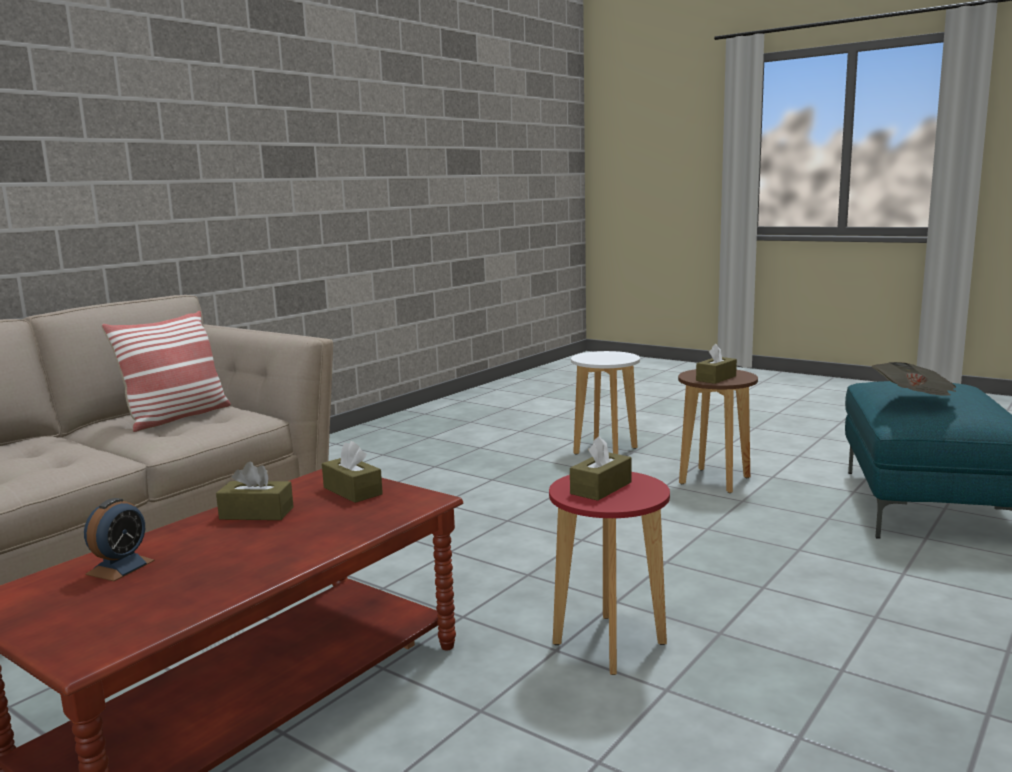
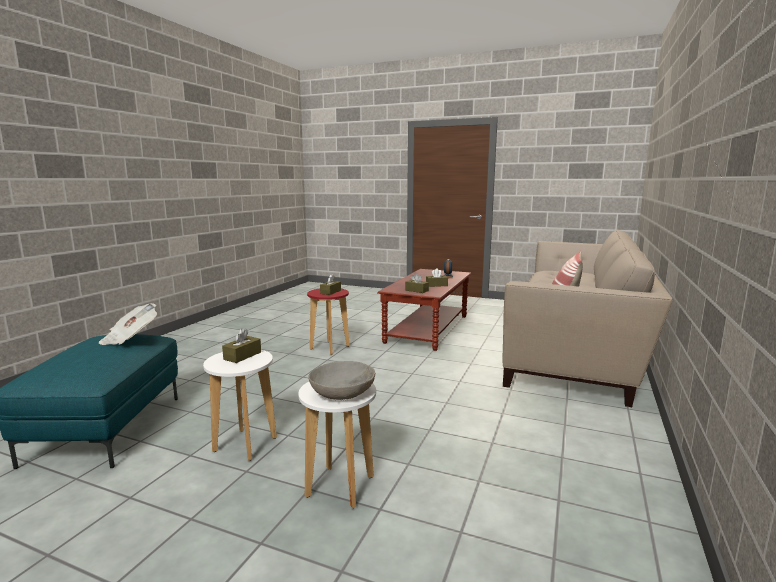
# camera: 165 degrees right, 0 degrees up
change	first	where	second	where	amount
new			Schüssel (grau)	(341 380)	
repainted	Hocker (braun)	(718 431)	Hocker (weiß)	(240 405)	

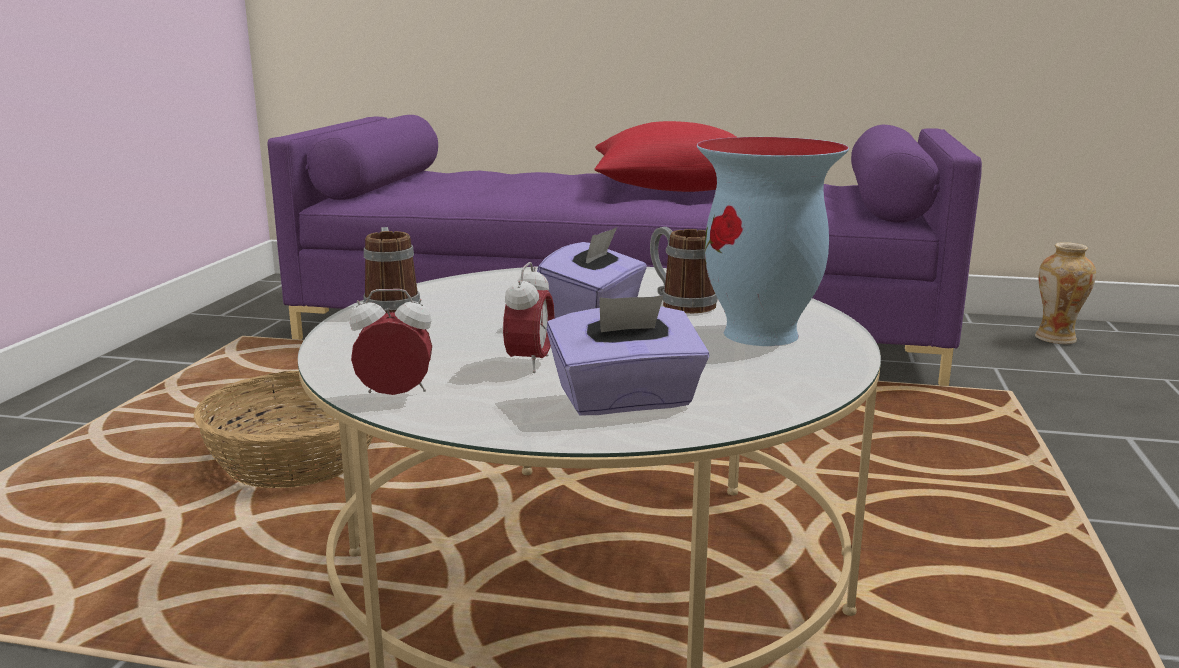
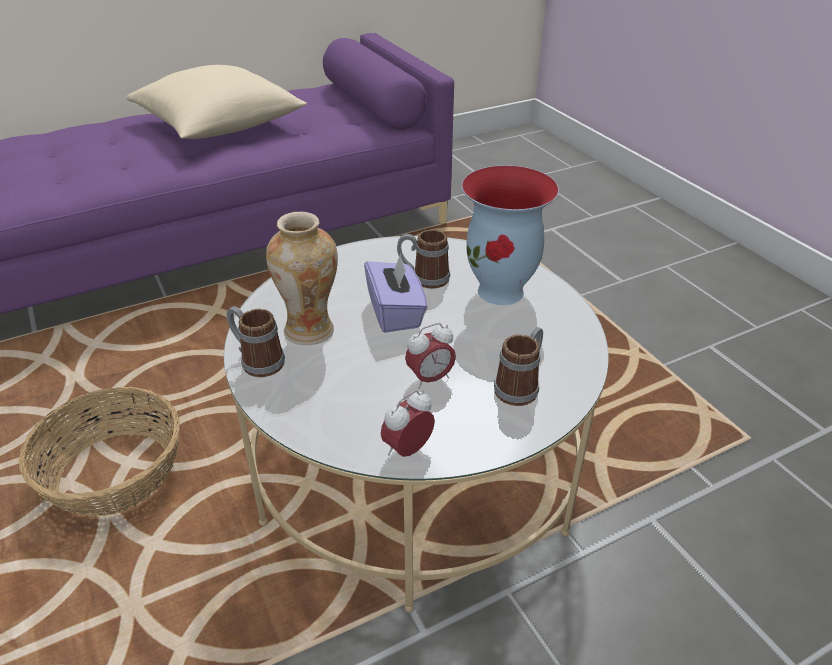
# camera: 40 degrees left, 20 degrees up
change	first	where	second	where	amount
shifted	Vase	(1065 293)		(302 278)	
swapped	Taschentuchbox (lila)	(628 355)	Henkelbecher	(518 366)	
repainted	Kissen (rot)	(665 156)	Kissen (beige)	(216 102)	
rotated	Wecker	(529 317)		(430 356)	90 degrees clockwise

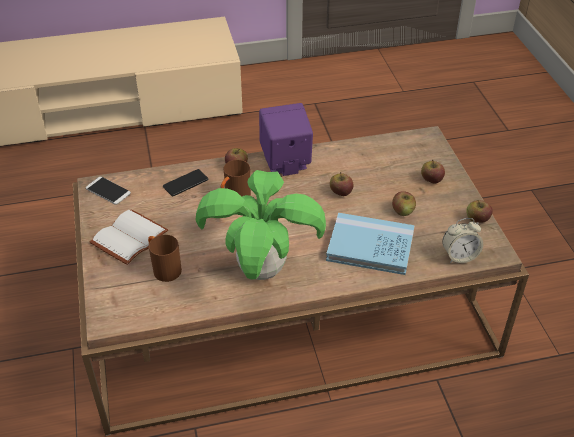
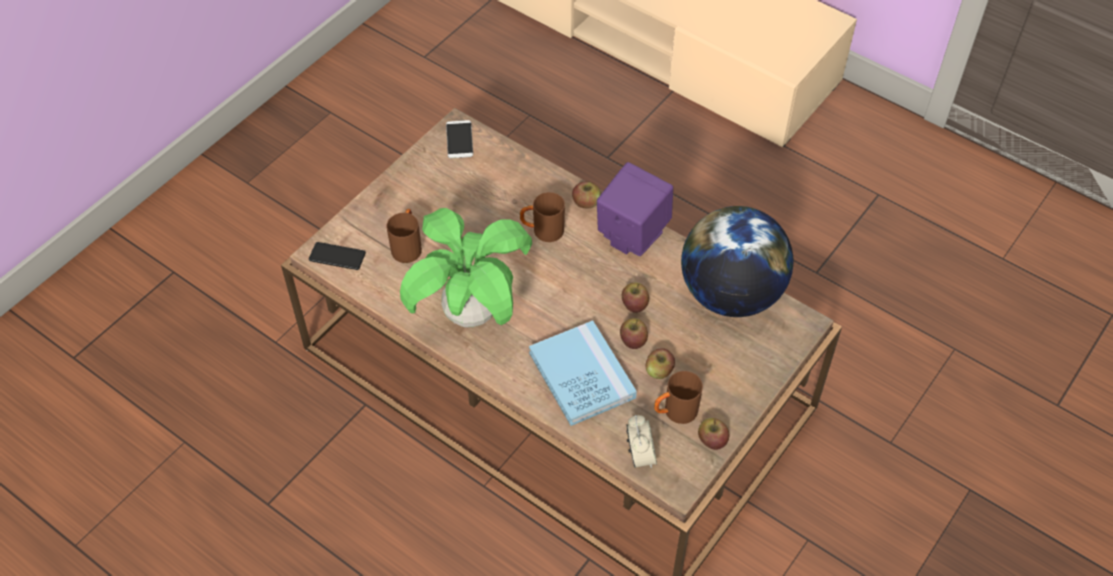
# camera: 50 degrees right, 10 degrees up
change	first	where	second	where	amount
gone	Buch (weiß)	(129 237)			
new			Henkelbecher (braun)	(678 397)	
new			Globus	(737 261)	
shifted	Handy	(185 182)		(337 256)	
shifted	Apfel	(433 171)		(634 333)	
rotated	Wecker	(462 240)		(641 442)	135 degrees counterclockwise

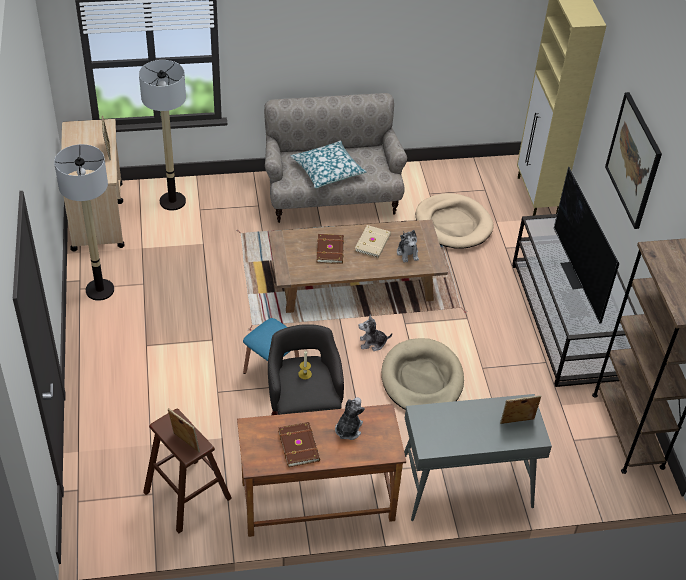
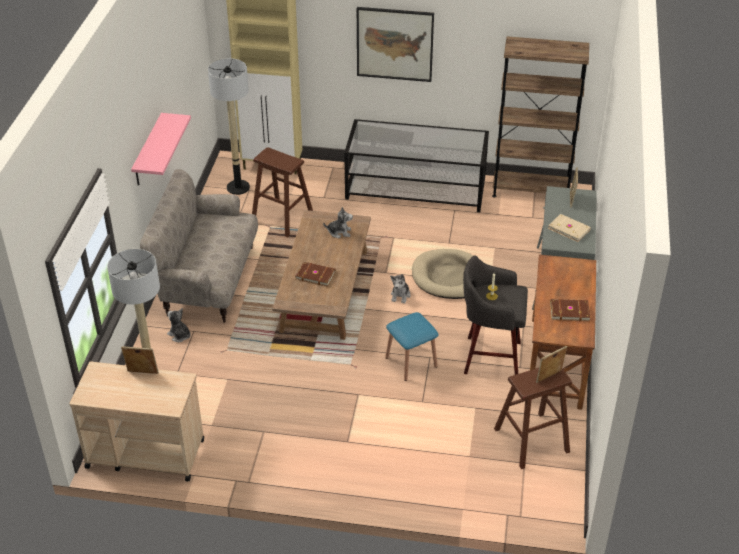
# camera: 70 degrees left, 5 degrees down
change	first	where	second	where	amount
gone	Kissen	(329 165)			
gone	Fernseher	(586 245)			
new			Wandregal (rosa)	(161 149)	
shifted	Stehlampe	(84 222)		(229 126)	
shifted	Plüschtier	(350 418)		(179 325)	
shifted	Buch (beige)	(372 241)		(569 228)	
swapped	Hundebett (beige)	(454 221)	Hocker (braun)	(282 192)	

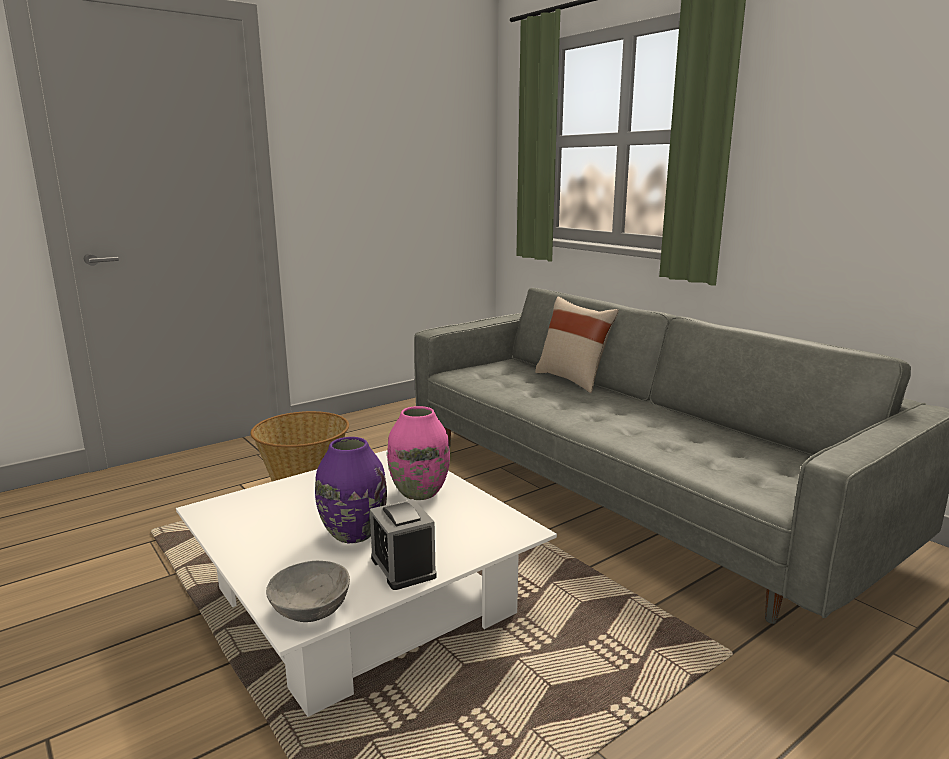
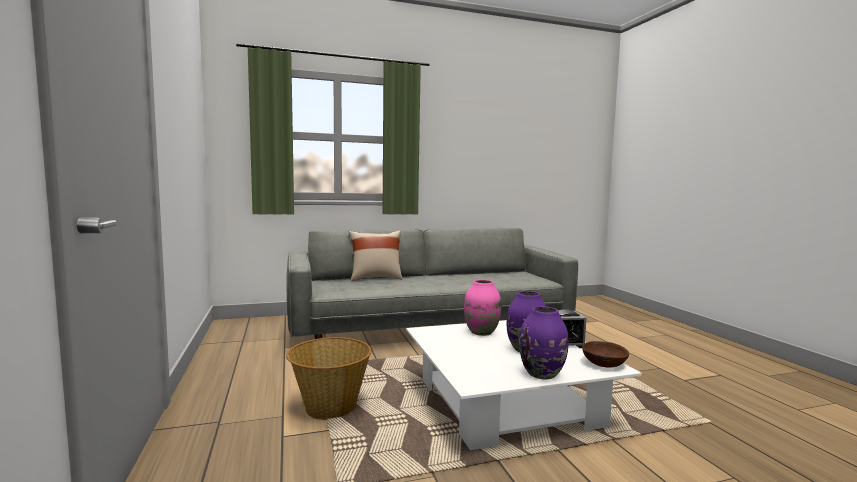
# camera: 70 degrees left, 10 degrees down
change	first	where	second	where	amount
new			Vase (lila)	(543 343)	
repainted	Schüssel (grau)	(308 591)	Schüssel (braun)	(605 354)	

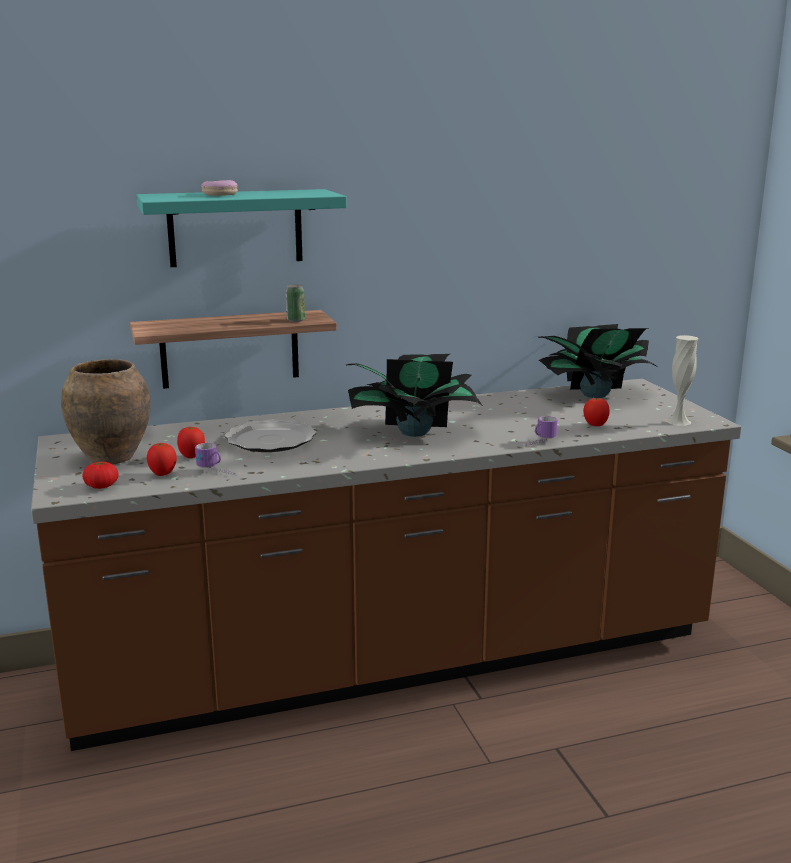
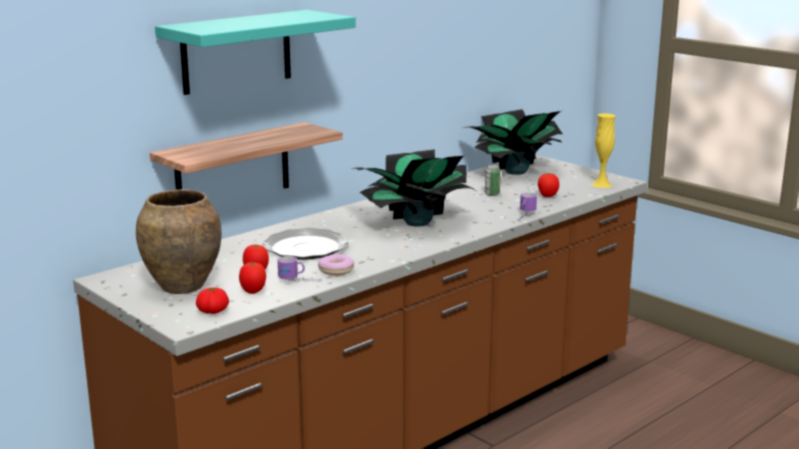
# camera: 25 degrees left, 0 degrees up
change	first	where	second	where	amount
shifted	Donut	(219 188)		(336 264)	
shifted	Dose	(295 303)		(493 180)	
repainted	Vase (weiß)	(682 380)	Vase (gelb)	(604 151)	

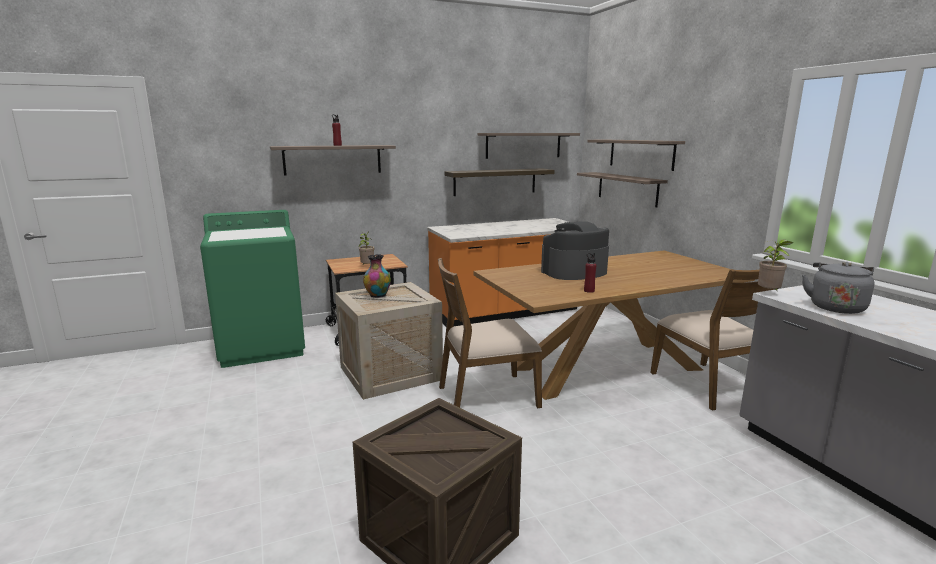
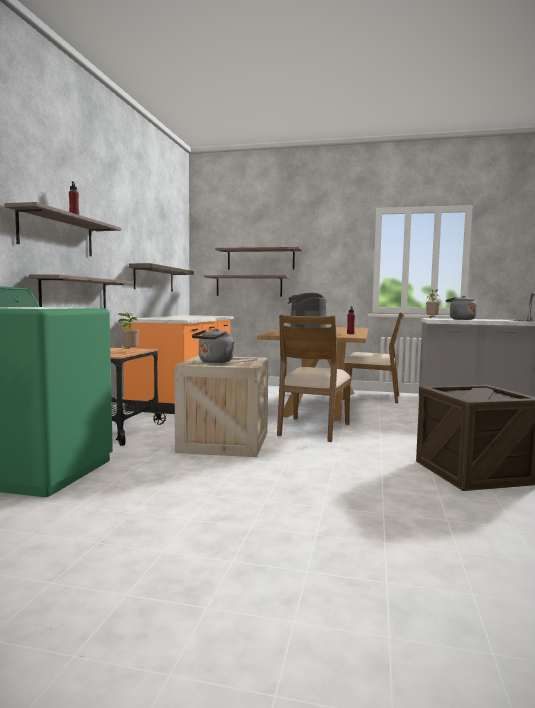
# camera: 55 degrees left, 10 degrees down
change	first	where	second	where	amount
shifted	Wandregal	(528 146)		(81 291)	
swapped	Vase	(377 276)	Wasserkessel (grau)	(213 345)	

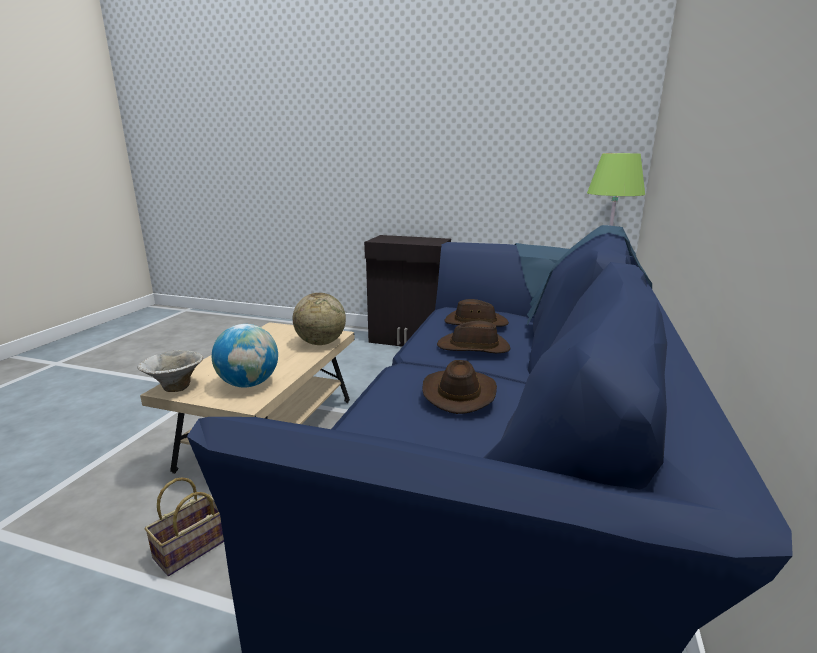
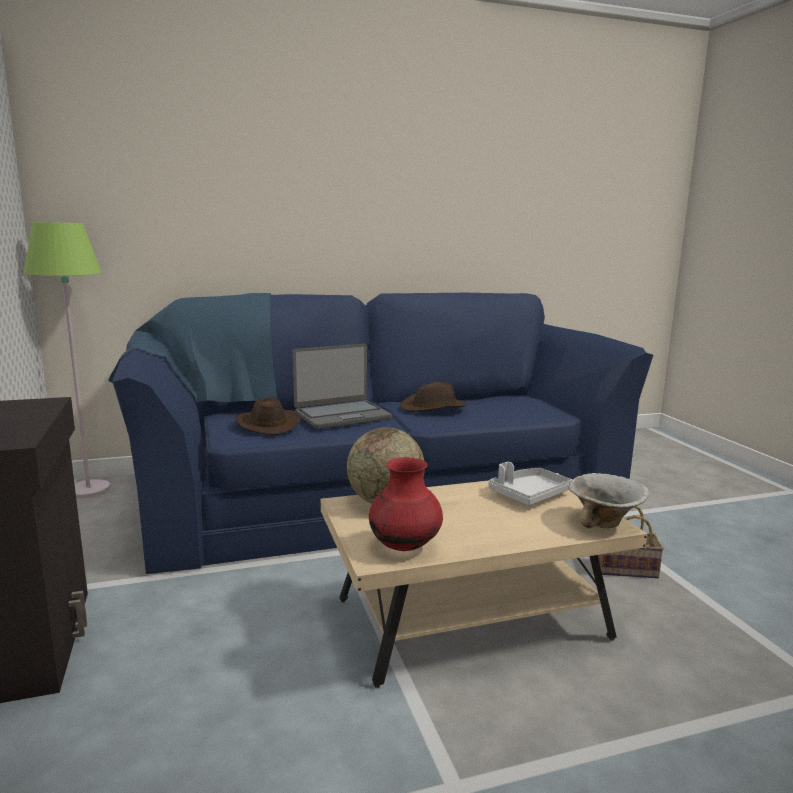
# camera: 125 degrees left, 5 degrees down
change	first	where	second	where	amount
new			Vase (rot)	(406 504)	
swapped	Globus	(245 355)	Tablett (grau)	(530 483)	
swapped	Hut (braun)	(473 337)	Laptop	(342 386)	

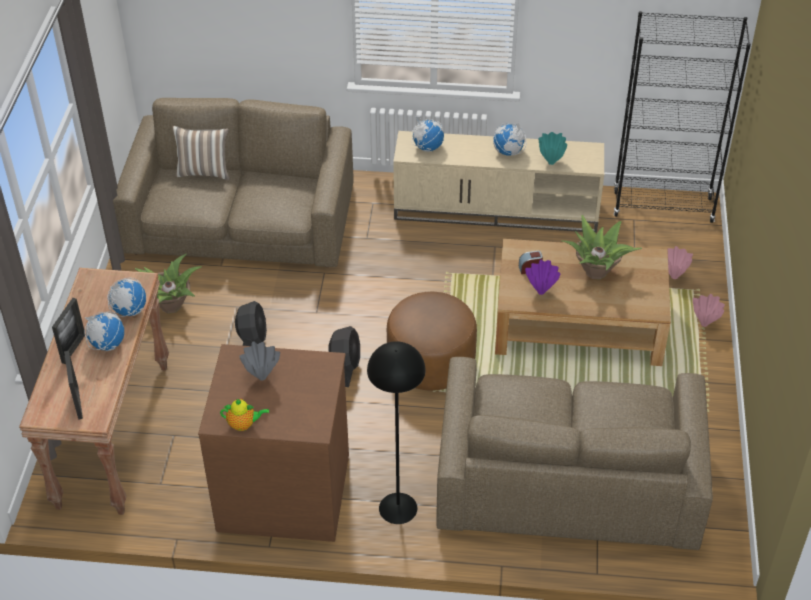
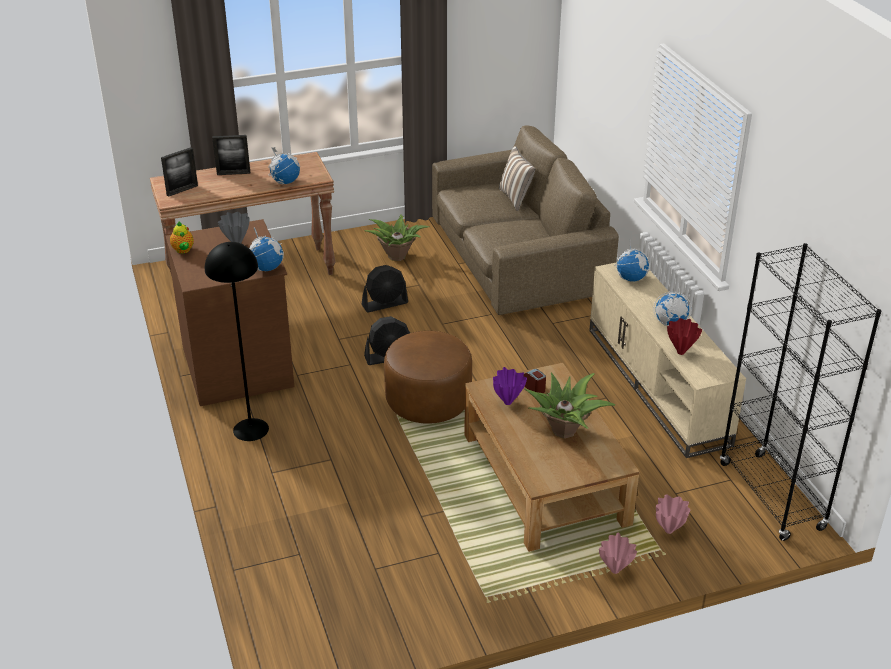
# camera: 65 degrees right, 10 degrees down
change	first	where	second	where	amount
gone	Sofa (braun)	(574 453)			
shifted	Globus	(104 331)		(266 249)	
repainted	Vase (türkis)	(552 148)	Vase (rot)	(684 336)	

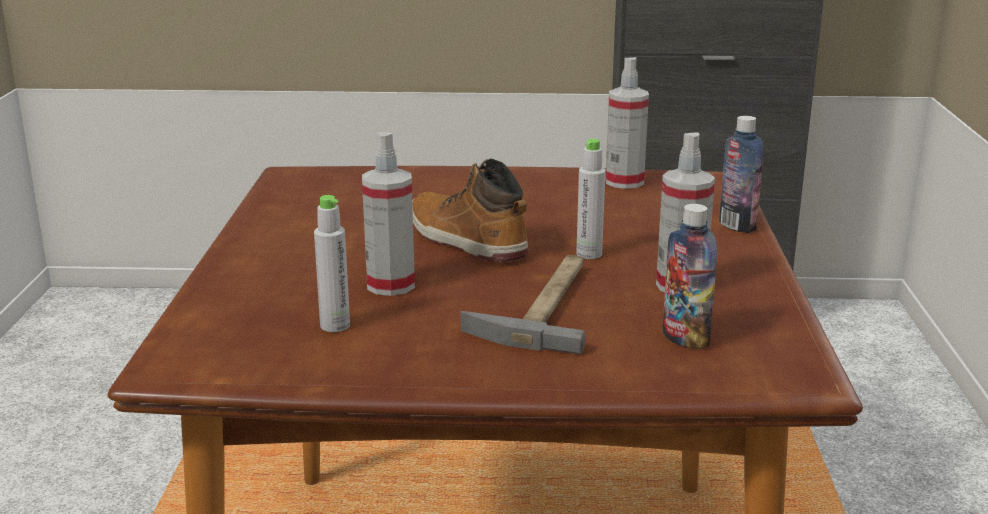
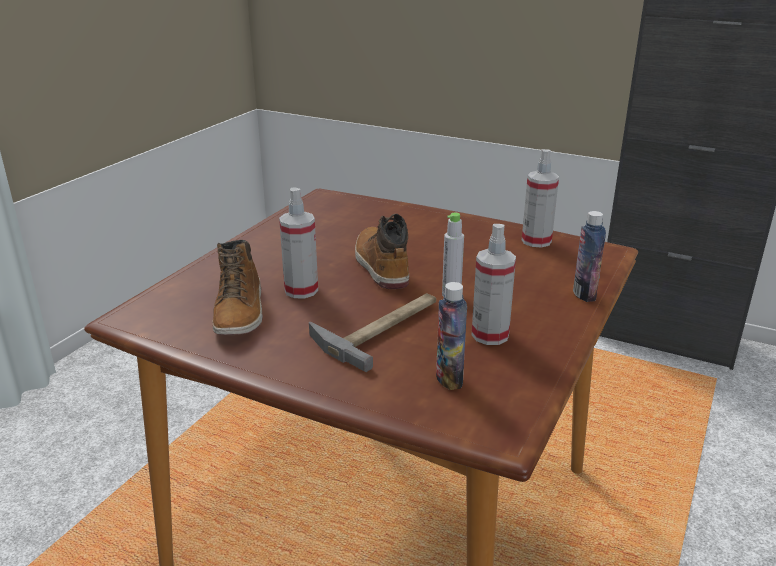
# camera: 25 degrees right, 5 degrees up
change	first	where	second	where	amount
swapped	Flasche (grau)	(332 263)	Stiefel	(237 287)	

